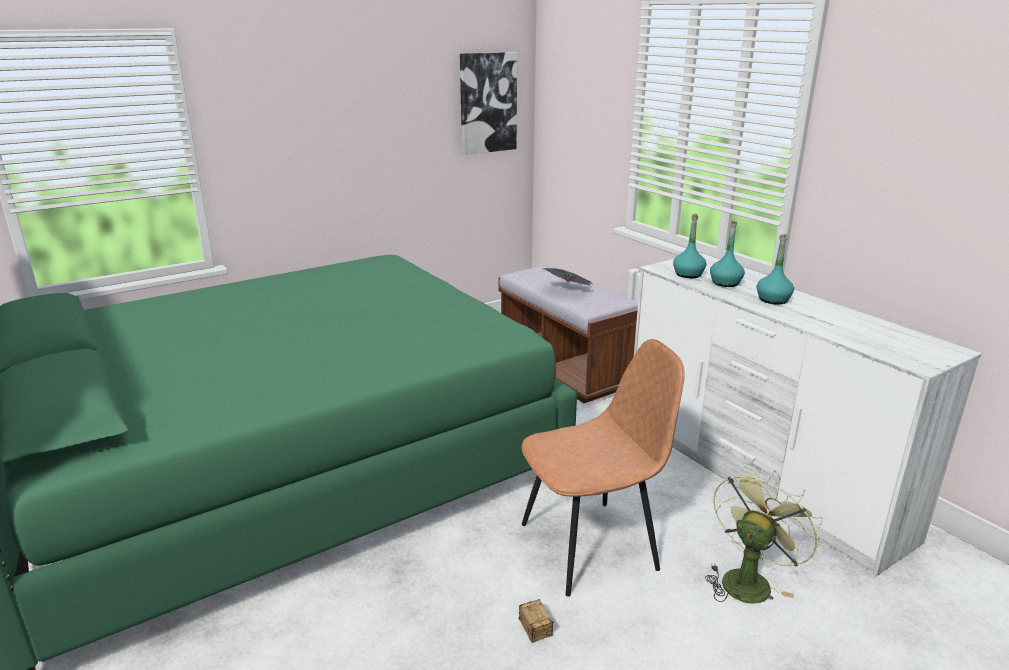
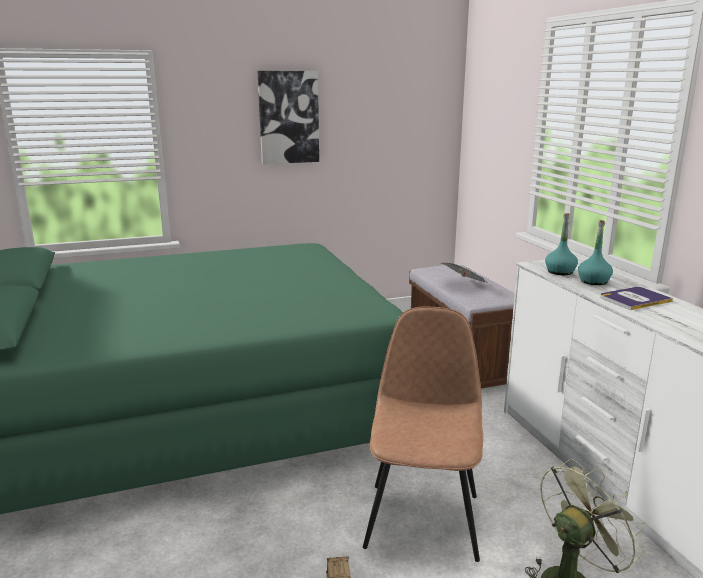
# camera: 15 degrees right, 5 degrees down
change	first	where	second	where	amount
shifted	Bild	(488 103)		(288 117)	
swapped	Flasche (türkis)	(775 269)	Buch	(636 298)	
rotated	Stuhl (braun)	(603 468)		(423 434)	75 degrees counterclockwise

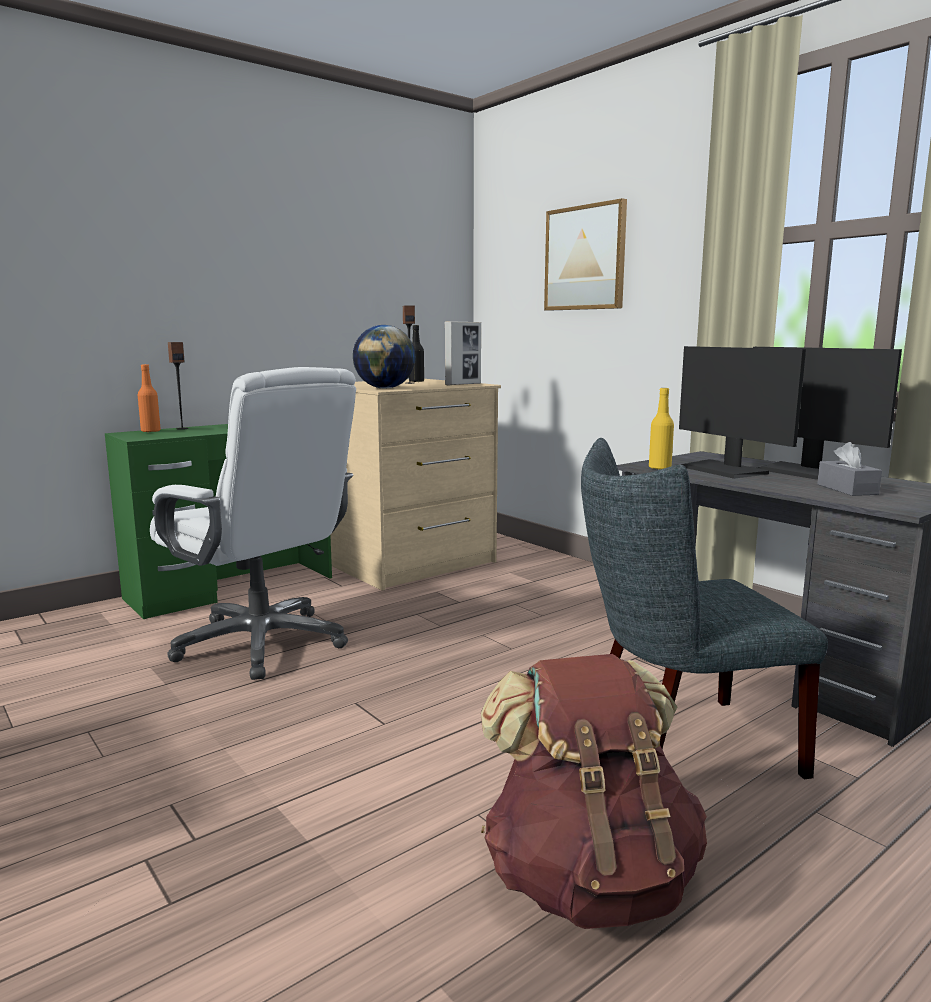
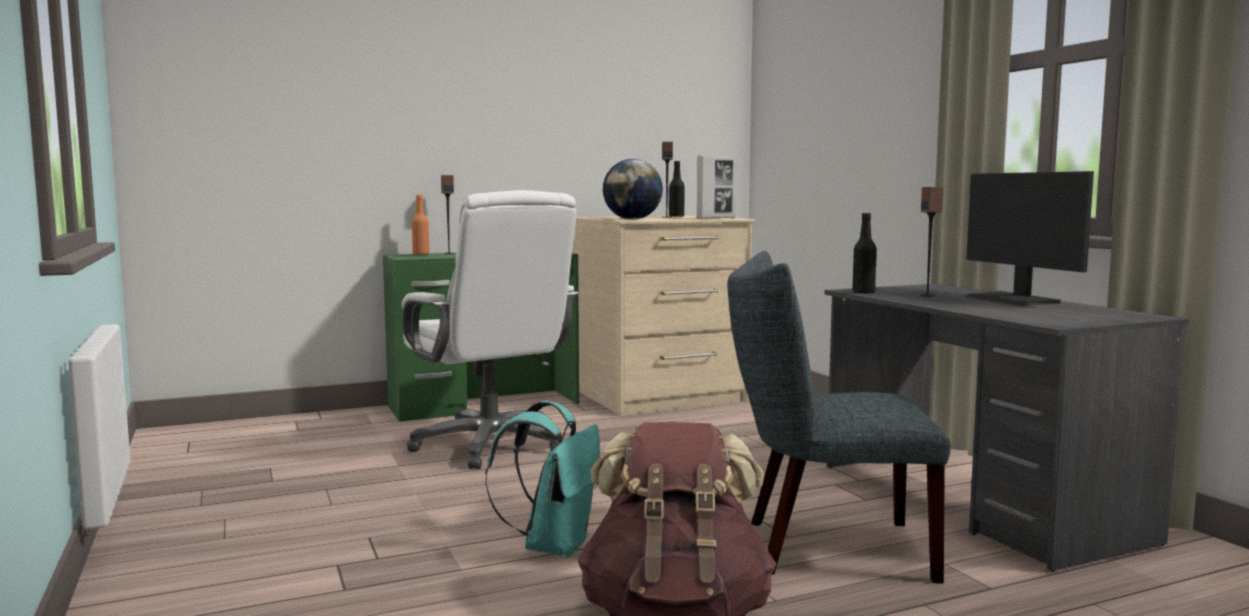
# camera: 15 degrees right, 5 degrees down
change	first	where	second	where	amount
gone	Bild	(585 254)			
gone	Taschentuchbox (grau)	(849 469)			
new			Rucksack (türkis)	(542 478)	
swapped	Monitor	(742 412)	Lautsprecher	(932 242)	
repainted	Flasche (gelb)	(661 428)	Flasche (schwarz)	(864 253)	

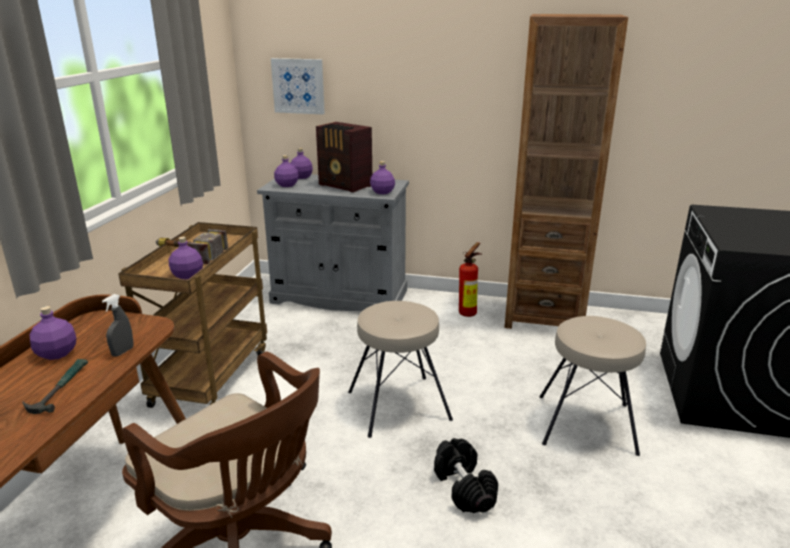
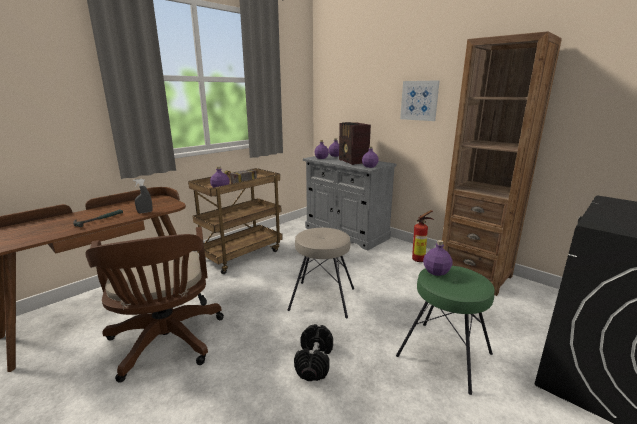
# camera: 30 degrees right, 5 degrees down
change	first	where	second	where	amount
shifted	Flasche (lila)	(52 333)		(437 258)	
shifted	Bild	(298 86)		(420 100)	
repainted	Hocker (beige)	(593 386)	Hocker (grün)	(445 330)	

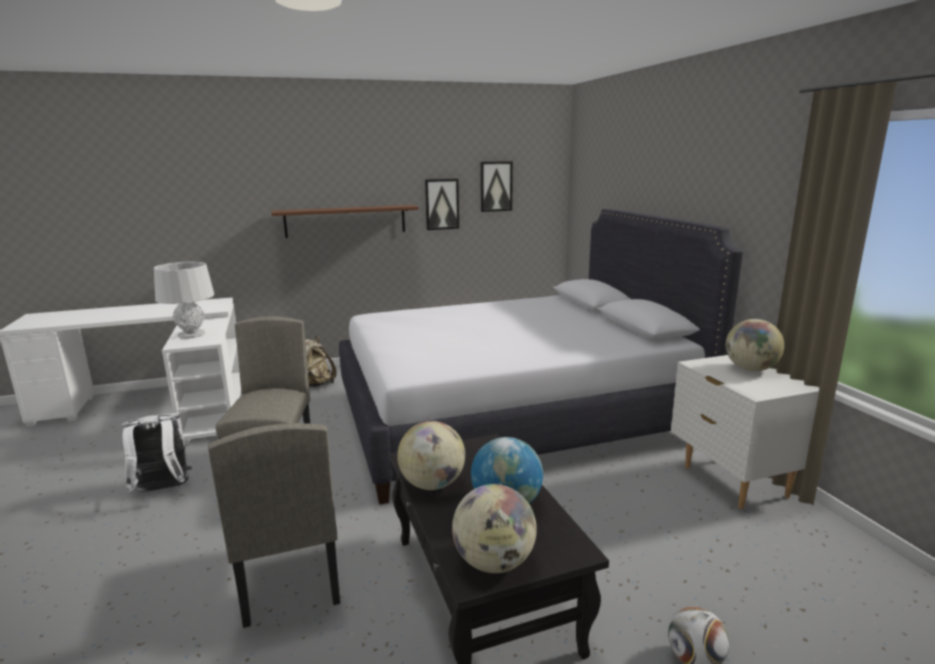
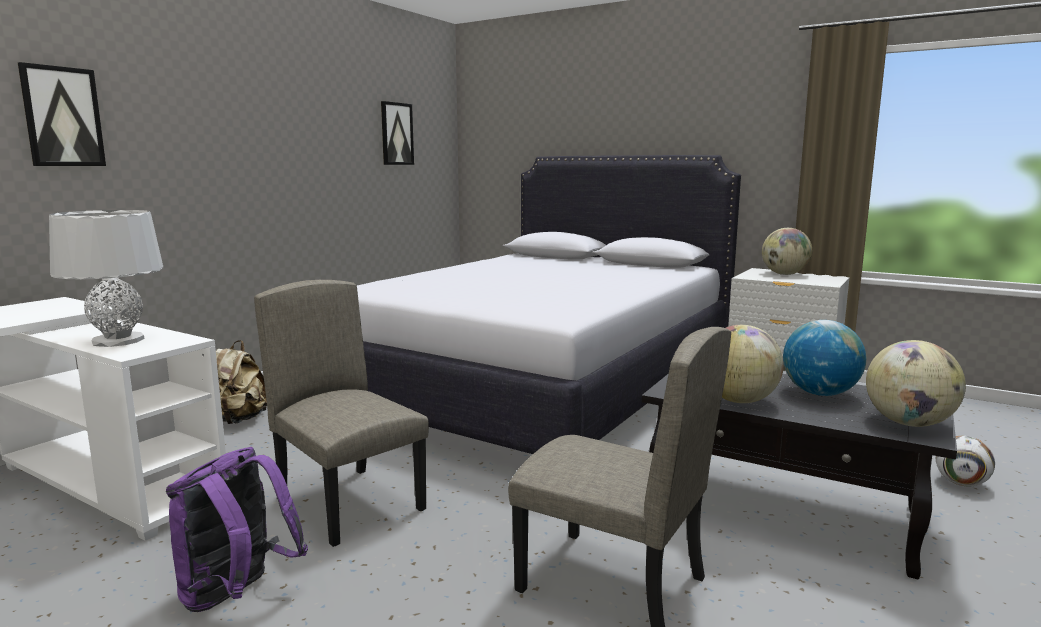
# camera: 40 degrees left, 5 degrees down
change	first	where	second	where	amount
gone	Wandregal (braun)	(345 221)			
shifted	Bild	(442 204)		(62 114)	
repainted	Rucksack (weiß)	(156 452)	Rucksack (lila)	(237 529)	

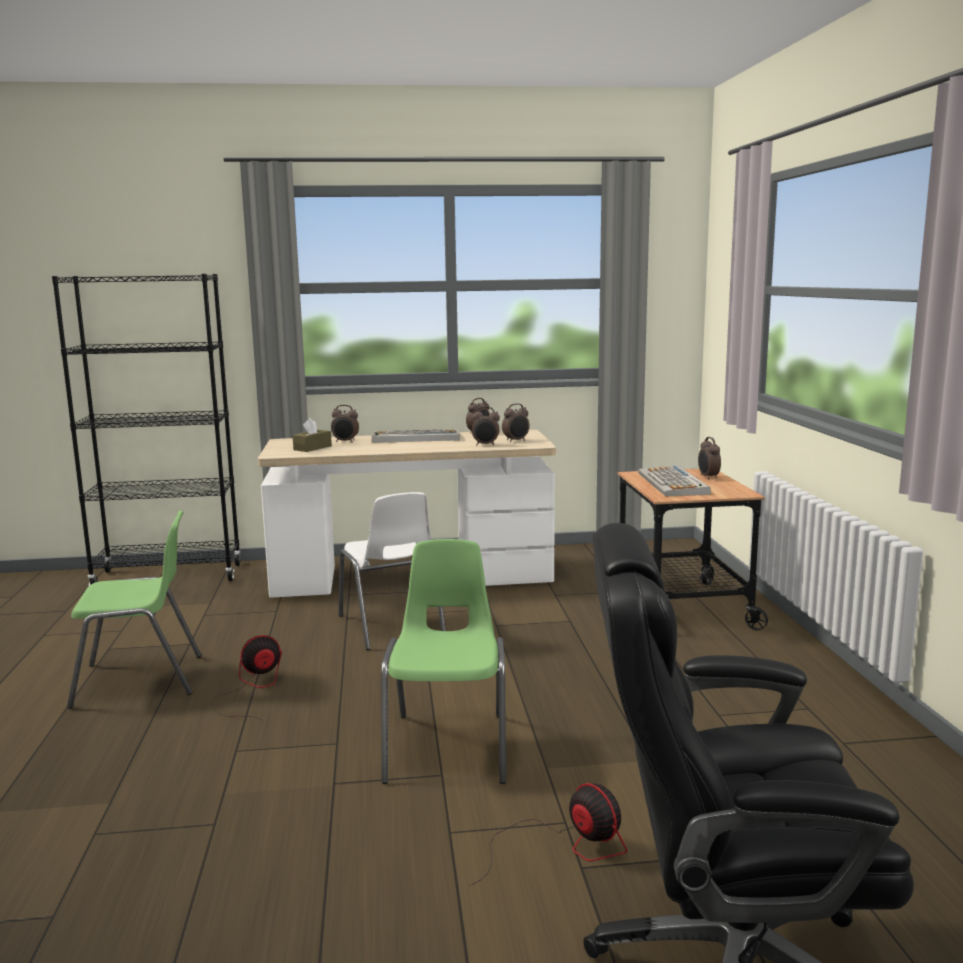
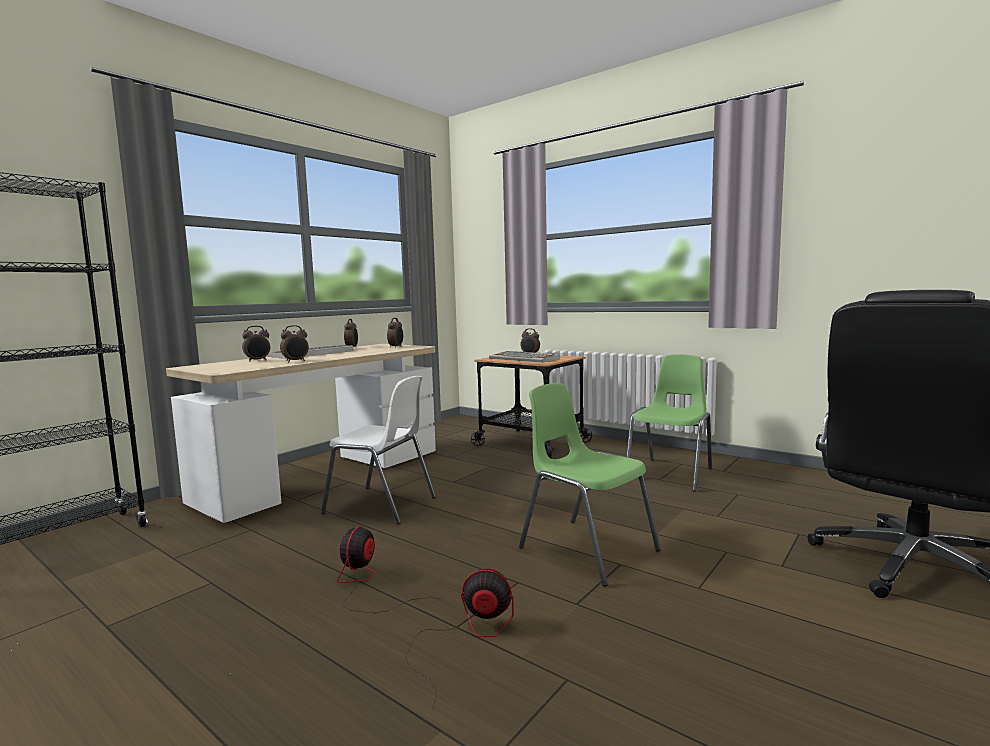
# camera: 45 degrees left, 5 degrees down
change	first	where	second	where	amount
gone	Taschentuchbox (braun)	(312 435)			
shifted	Stuhl (grün)	(134 610)		(669 423)	
shifted	Ventilator	(547 835)		(459 639)	
shifted	Wecker	(486 426)		(294 343)	

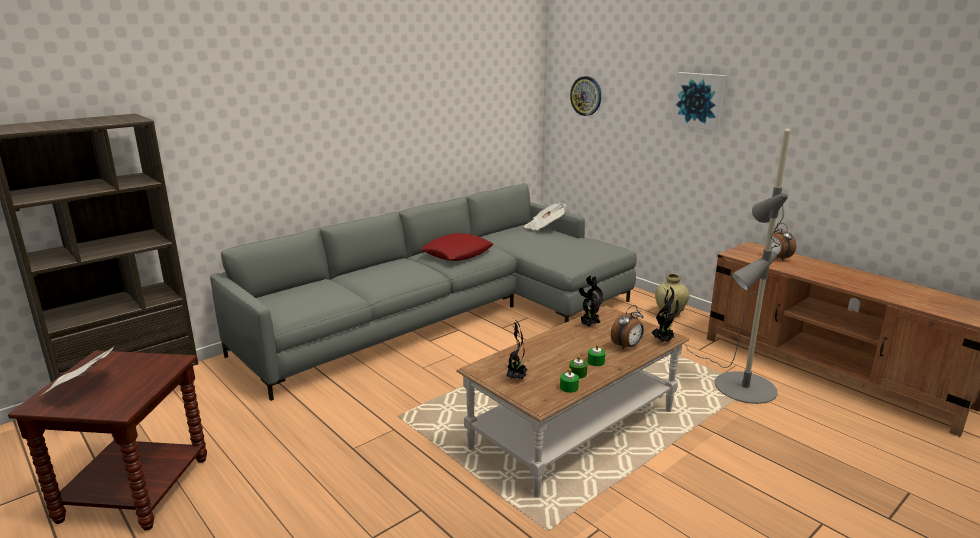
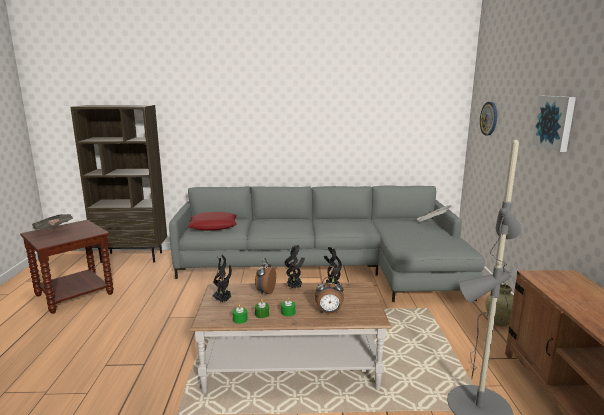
# camera: 40 degrees right, 5 degrees down
change	first	where	second	where	amount
shifted	Kissen (rot)	(457 247)		(212 221)	
shifted	Topfpflanze	(665 314)		(295 267)	
shifted	Wecker	(783 242)		(265 276)	

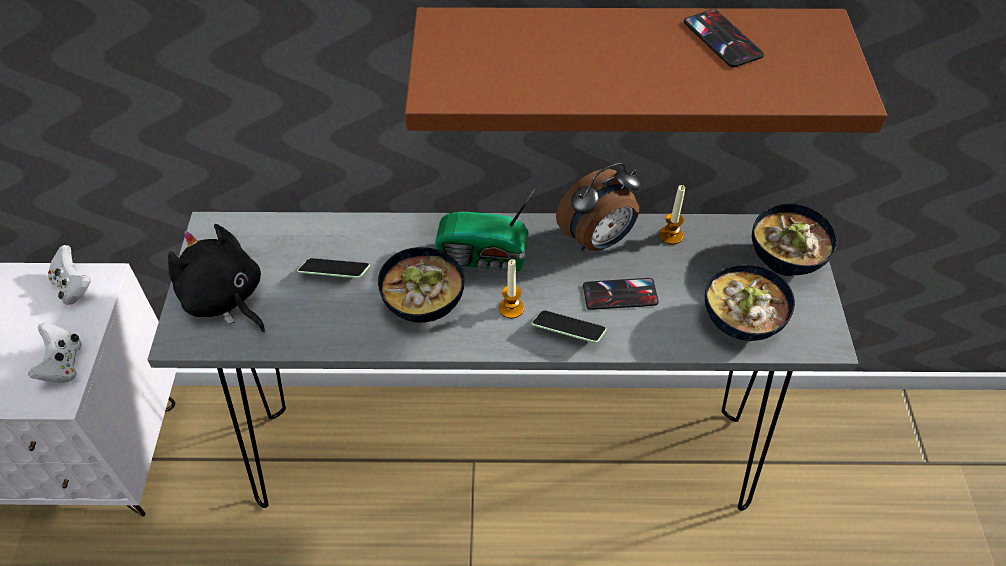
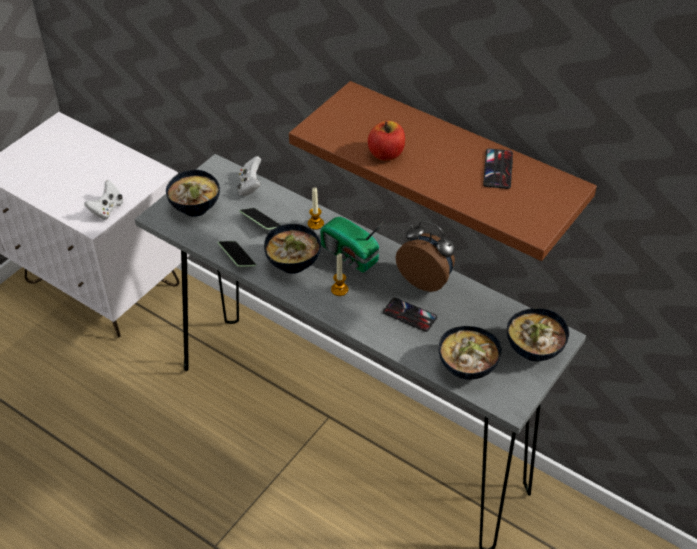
# camera: 35 degrees right, 5 degrees down
change	first	where	second	where	amount
new			Apfel	(386 141)	
shifted	Gamepad (weiß)	(69 275)		(249 176)	
shifted	Handy	(569 326)		(237 254)	
shifted	Kerze	(672 215)		(316 208)	
swapped	Plüschtier (schwarz)	(216 278)	Schüssel	(193 193)	
rotated	Wecker	(598 207)		(425 256)	150 degrees counterclockwise

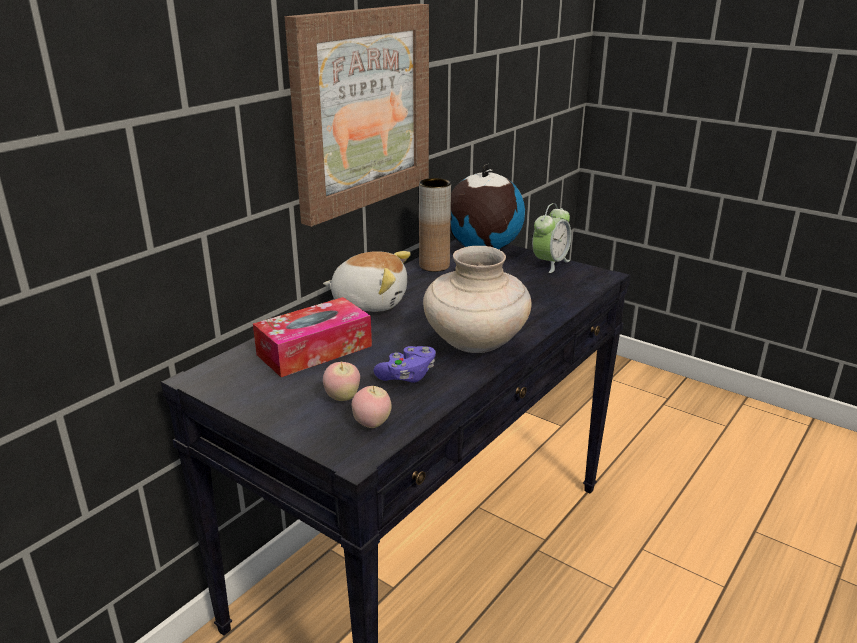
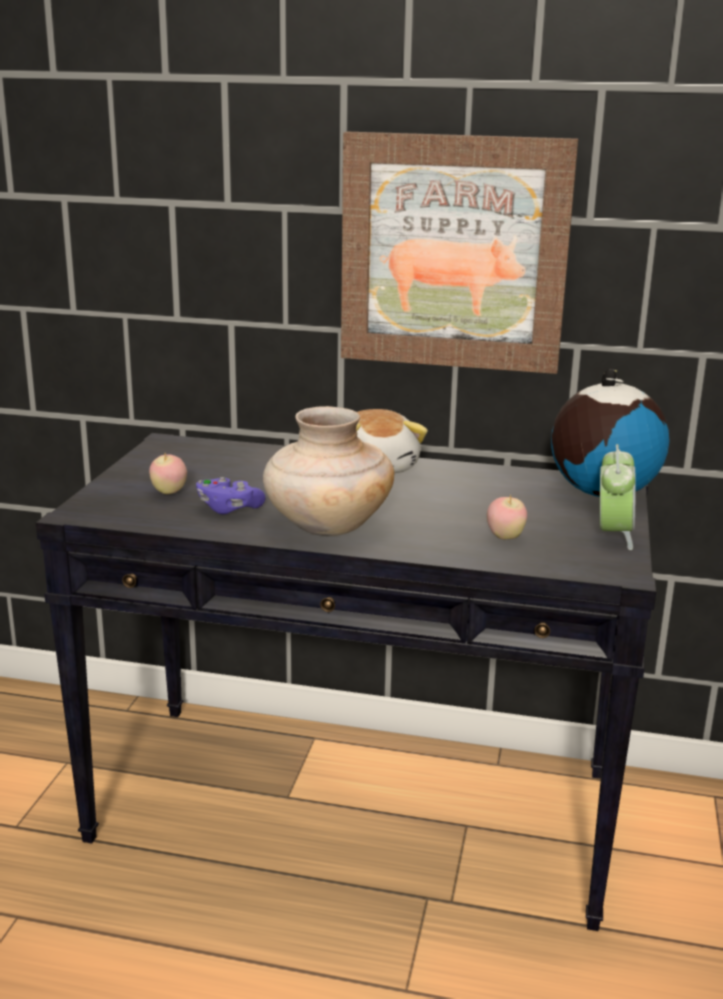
# camera: 65 degrees right, 5 degrees down
change	first	where	second	where	amount
gone	Taschentuchbox	(312 337)			
gone	Vase (braun)	(435 225)			
shifted	Apfel	(372 407)		(507 517)	
rotated	Wecker	(551 238)		(617 497)	90 degrees counterclockwise

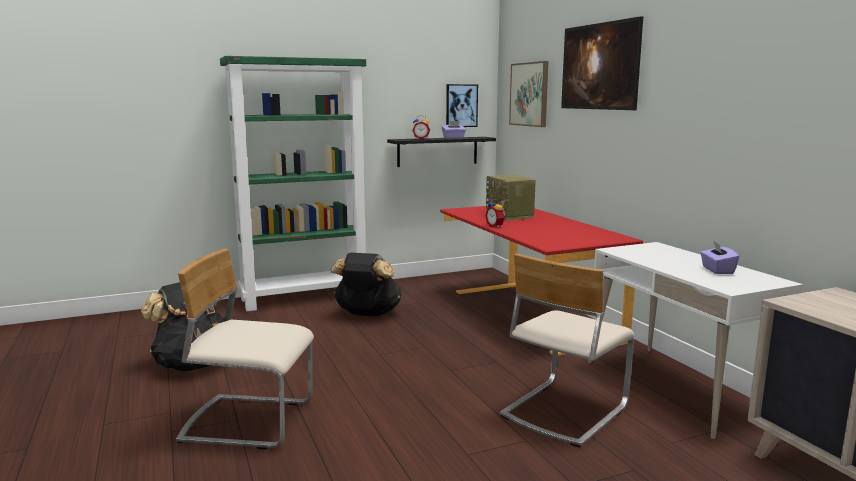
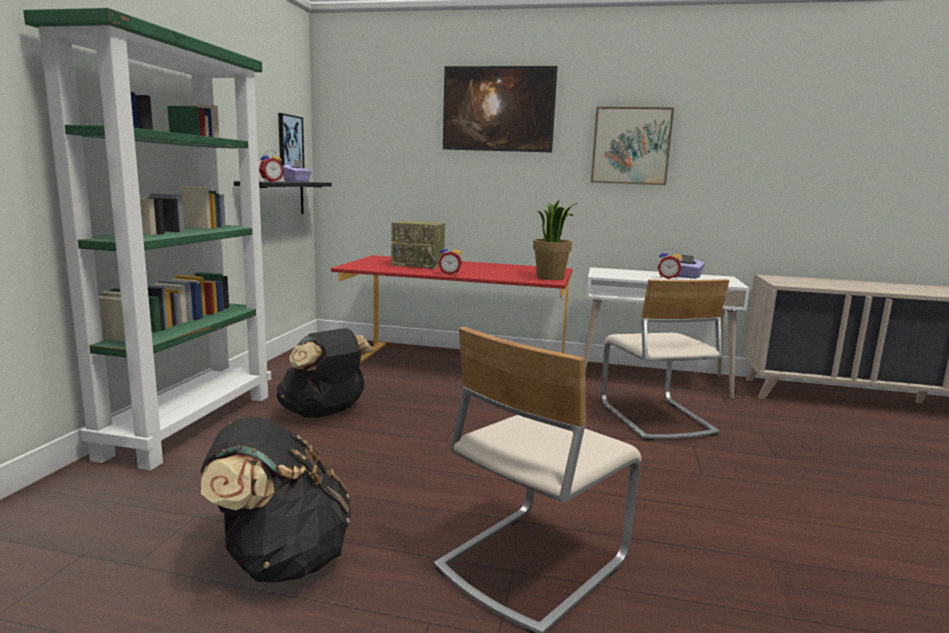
# camera: 55 degrees left, 0 degrees up
change	first	where	second	where	amount
new			Topfpflanze	(555 240)	
new			Wecker	(670 263)	
shifted	Bild	(528 94)		(632 146)	

